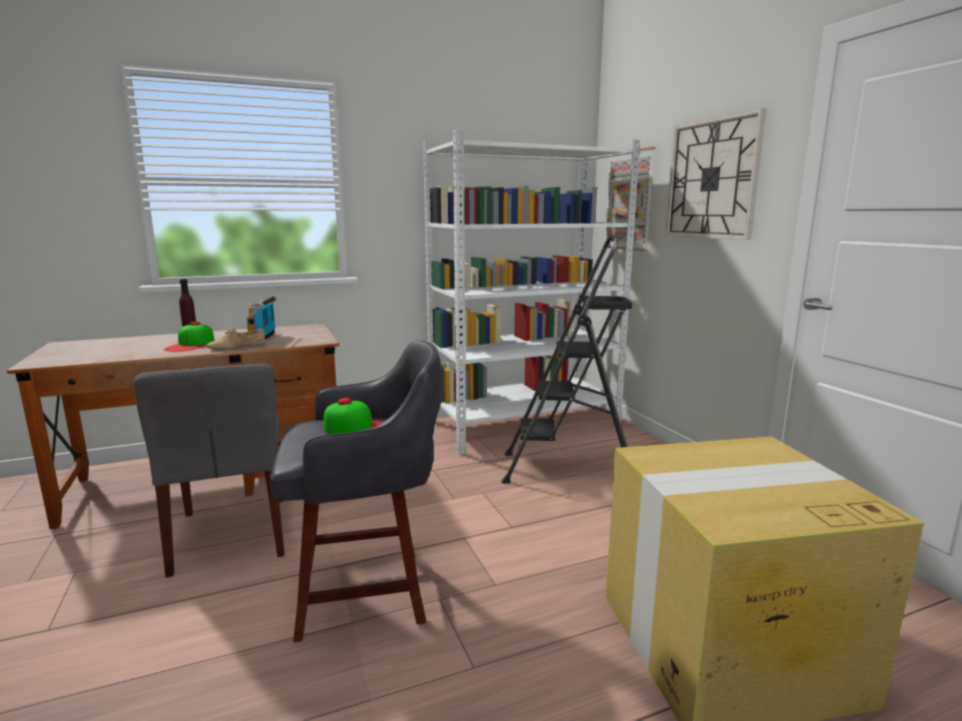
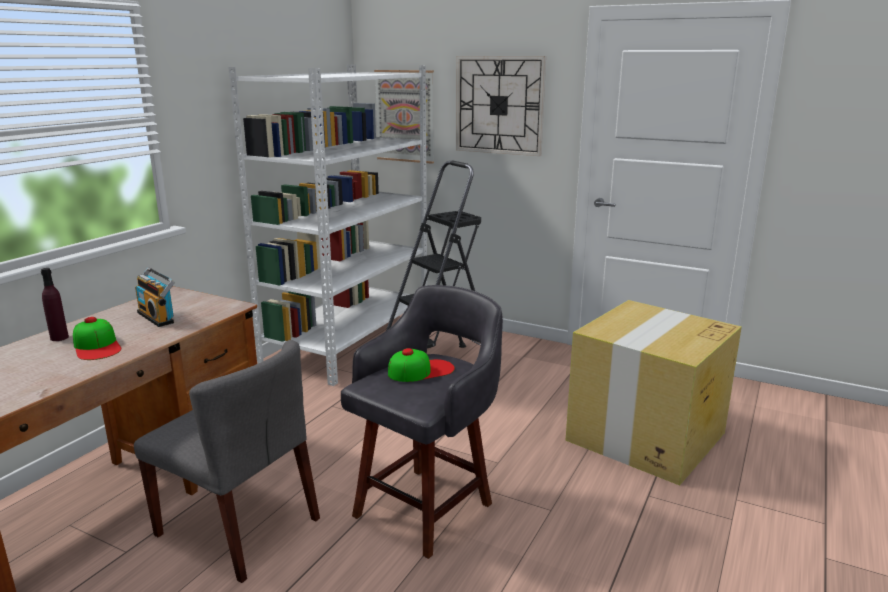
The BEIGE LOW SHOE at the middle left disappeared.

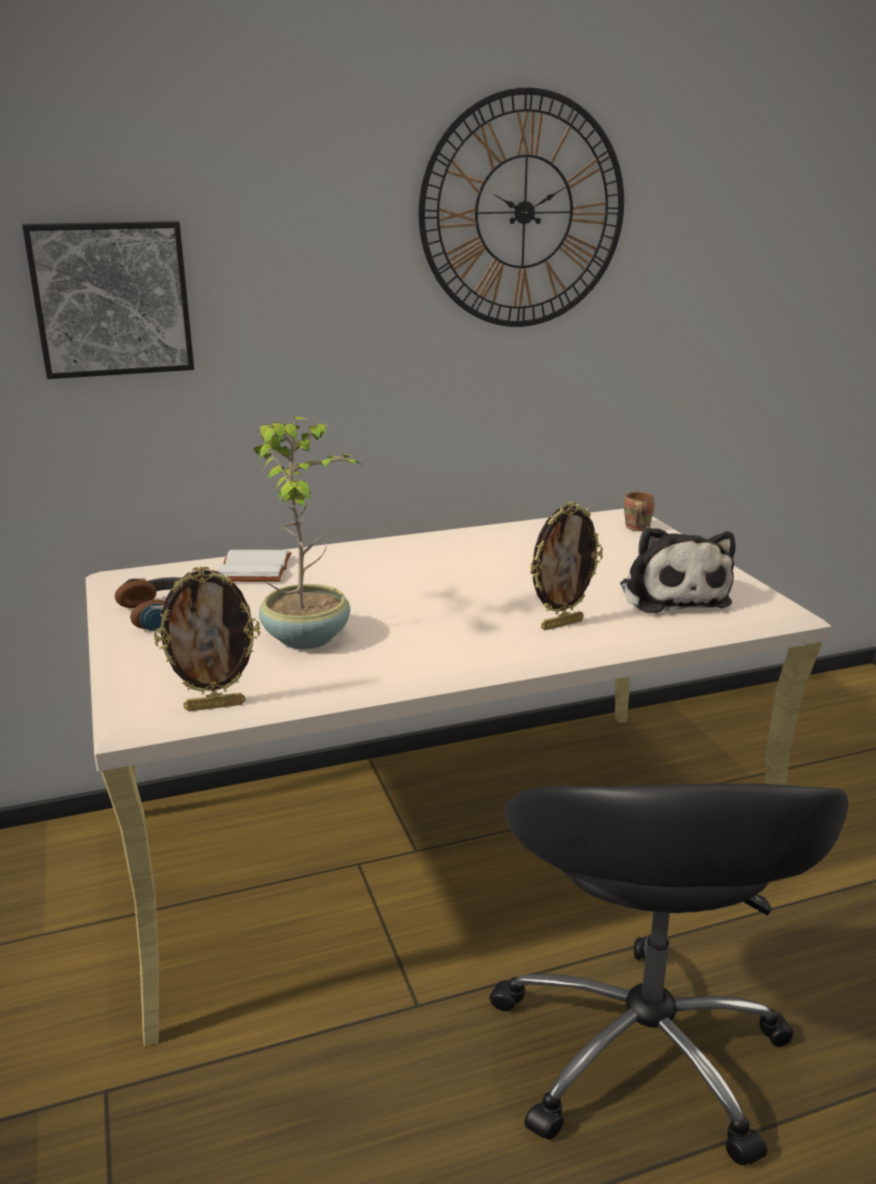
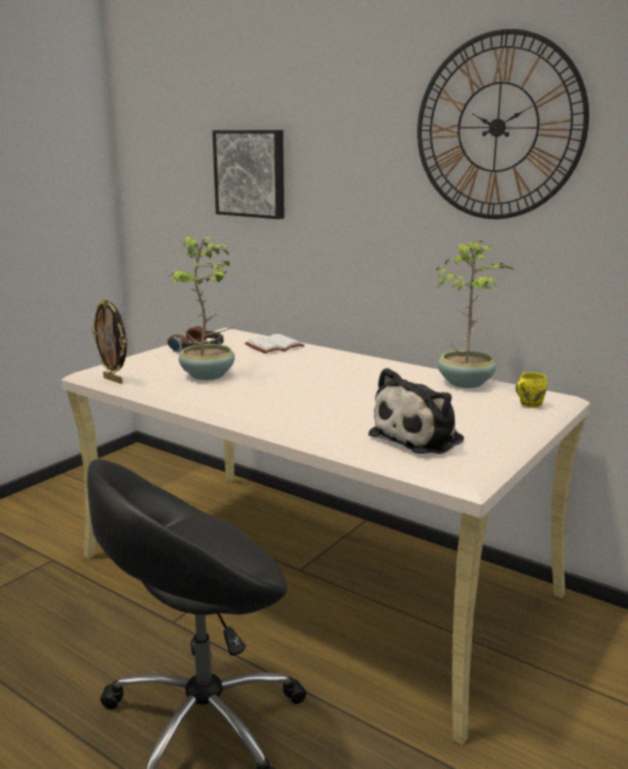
The PICTURE FRAME (2nd from left) at the centre disappeared.
The BROWN-COLOURED TEA MUG at the middle right became the YELLOW TEA MUG at the middle right.
The POTTED PLANT (2nd from left) at the middle right appeared.

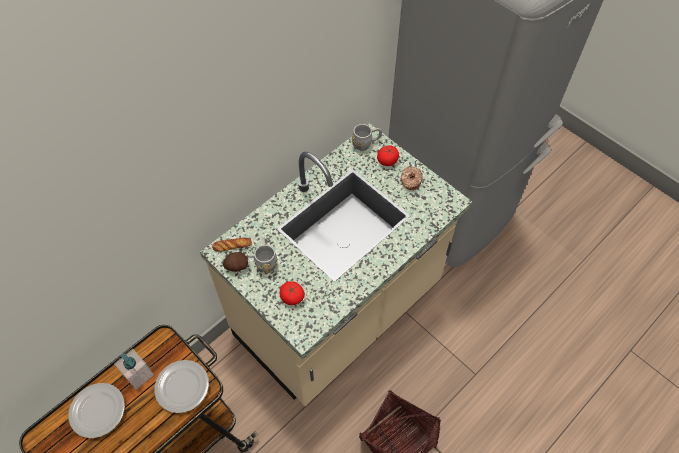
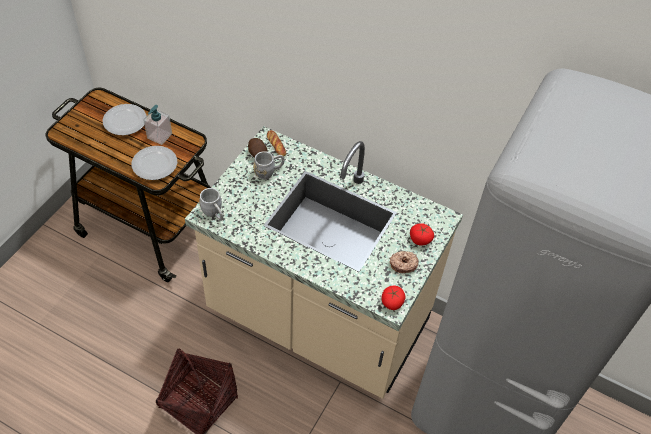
The WHOLE TOMATO (1st from left) moved from the centre to the bottom centre.
The GREYISH TEA MUG (2nd from left in the first image) moved from the top centre to the middle left.

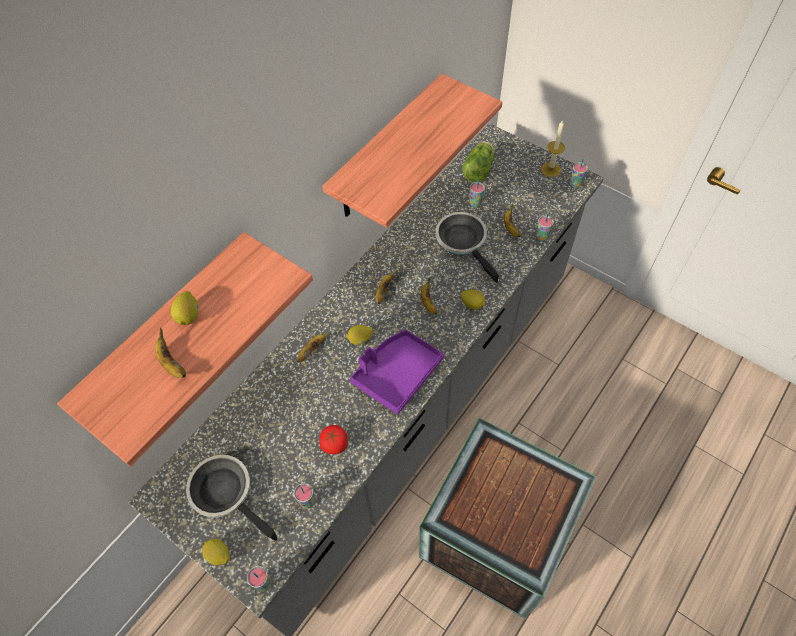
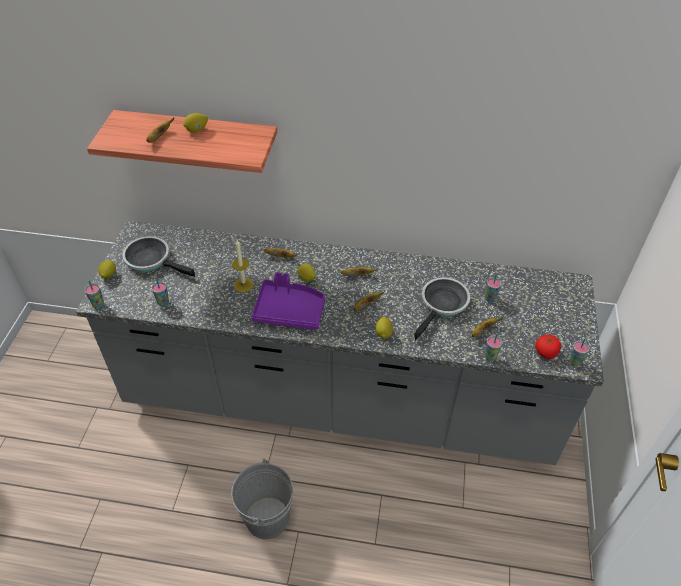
The FRYING PAN (1st from left) at the bottom left turned 75 degrees counterclockwise.
The WHOLE TOMATO moved from the bottom centre to the middle right.
The WALL SHELF (2nd from left) at the top centre disappeared.
The CRATE at the bottom centre was replaced by the GREYISH PAIL at the bottom centre.
The LETTUCE HEAD at the top centre disappeared.
The WAX CANDLE moved from the top right to the centre.

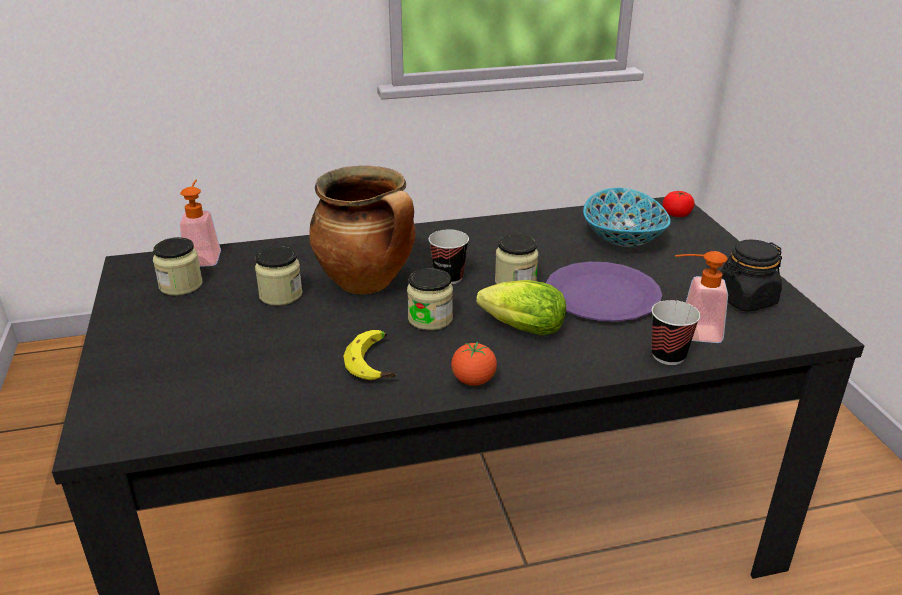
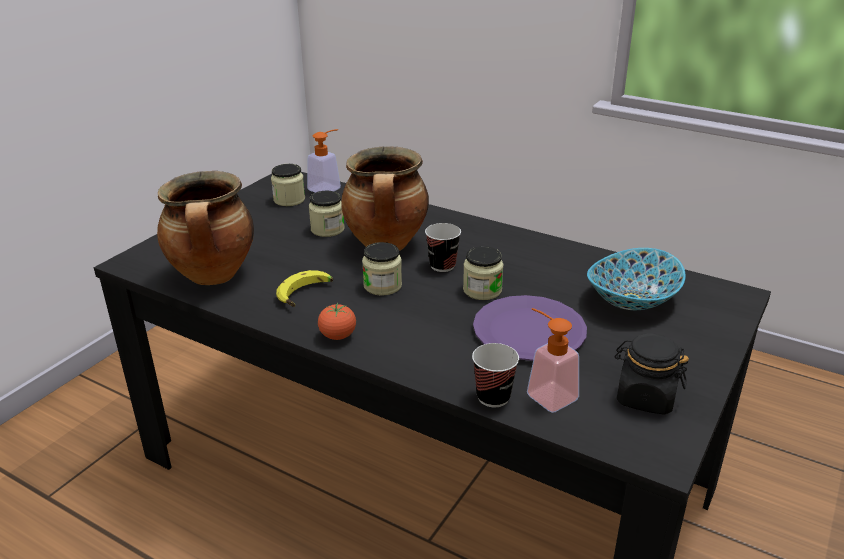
The LETTUCE HEAD at the centre disappeared.
The WHOLE TOMATO (2nd from left) at the middle right disappeared.
The STOCKPOT (1st from left) at the middle left appeared.

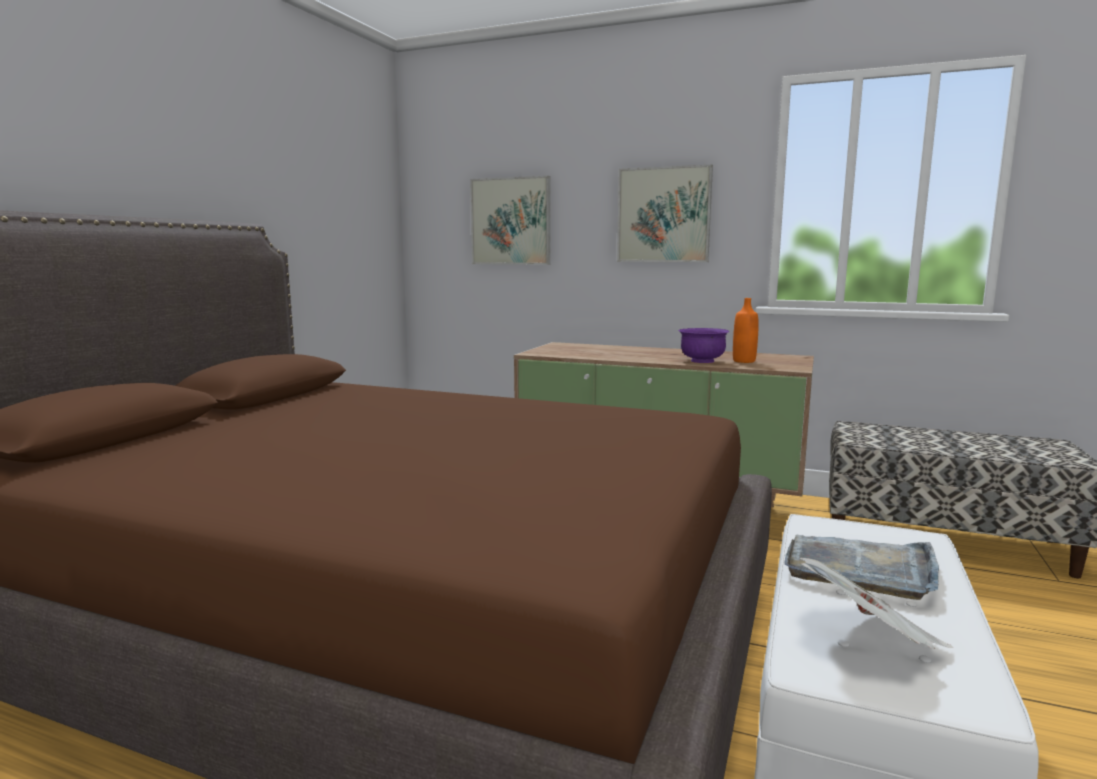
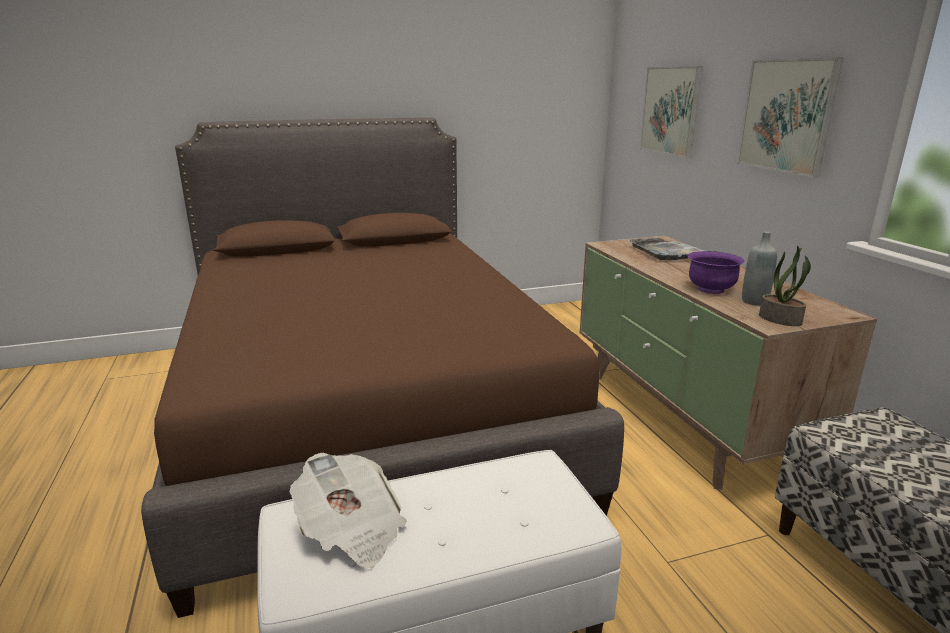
The ORANGE DRINK BOTTLE at the middle right became the GREYISH DRINK BOTTLE at the middle right.
The GREYISH TRAY moved from the bottom right to the middle right.
The POTTED PLANT at the middle right appeared.

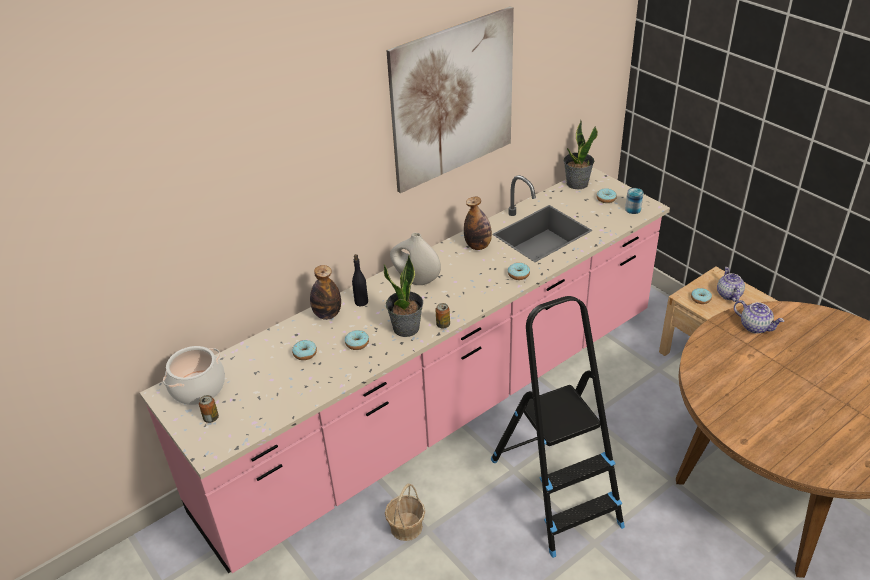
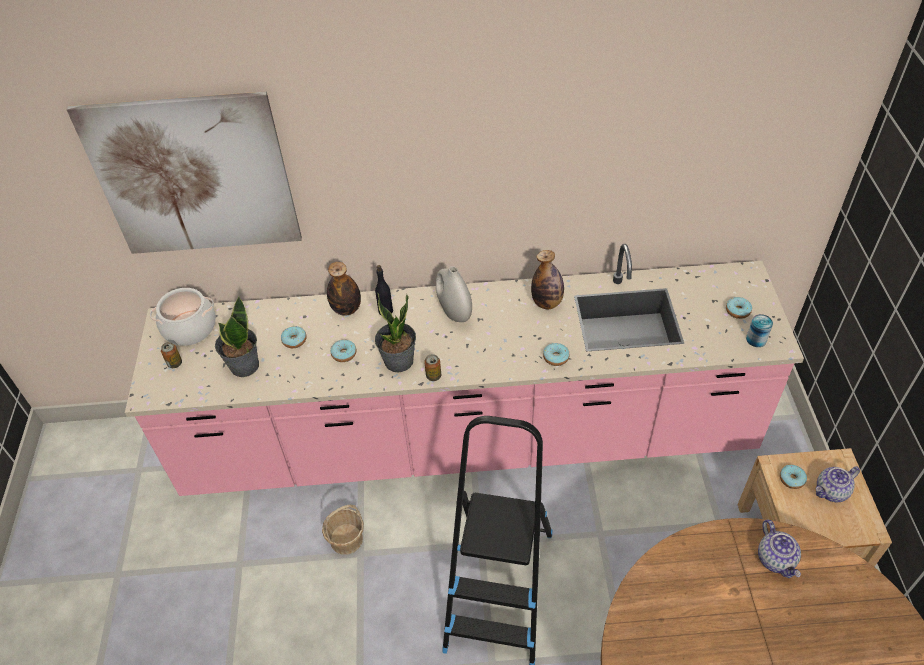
The WALL ART moved from the top centre to the top left.
The POTTED PLANT (2nd from left in the first image) moved from the top right to the middle left.
The POT FOR TEA (1st from left in the first image) at the middle right turned 150 degrees counterclockwise.

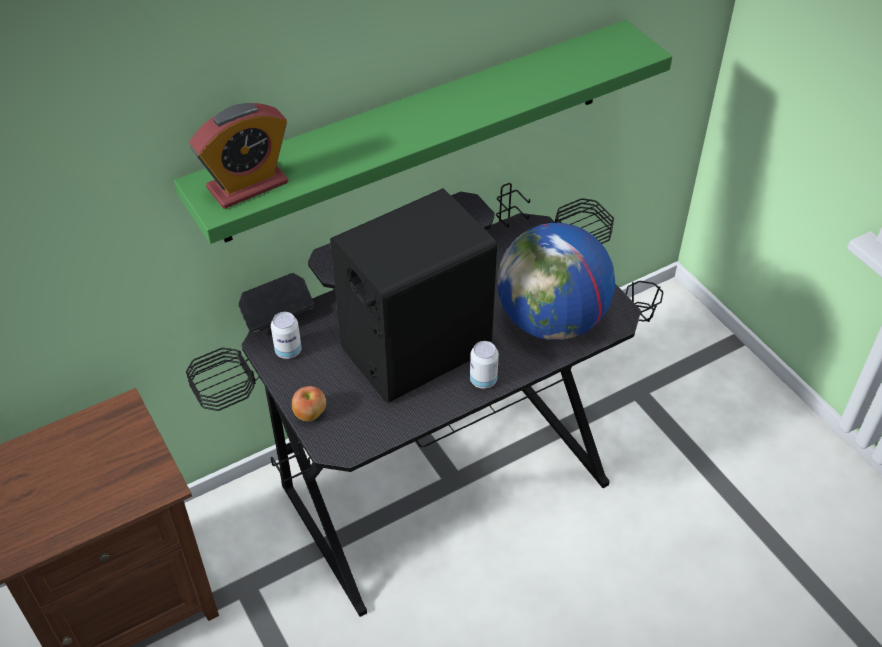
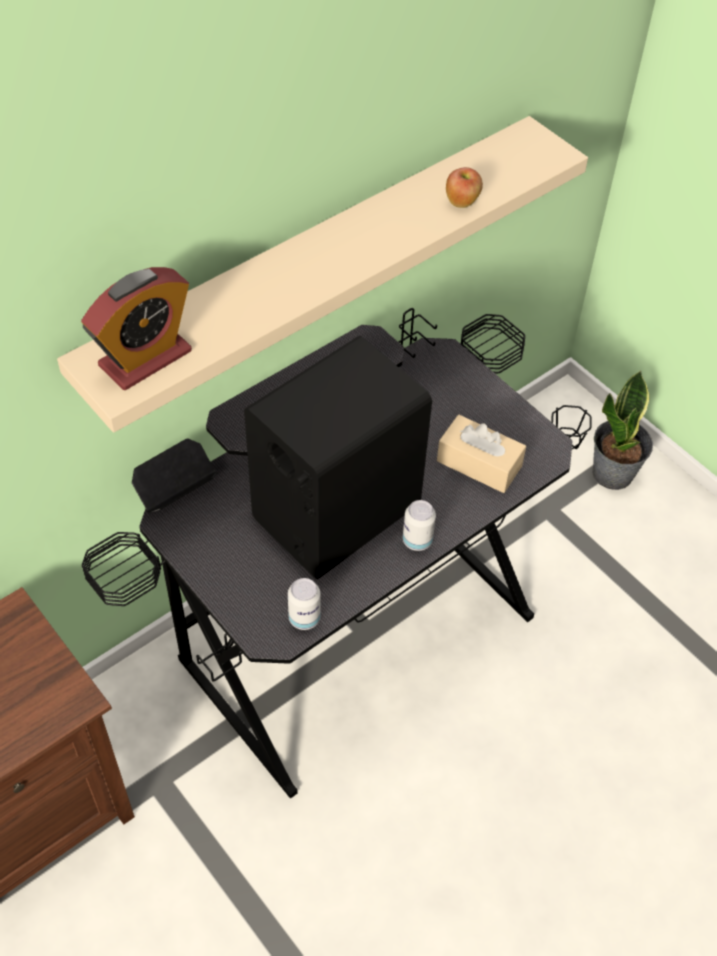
The GREENISH WALL SHELF at the top centre became the BEIGE WALL SHELF at the top centre.
The SEALED CAN (1st from left) moved from the middle left to the centre.
The APPLE moved from the centre to the top centre.
The WORLD GLOBE at the centre was replaced by the BEIGE TISSUE BOX at the middle right.
The POTTED PLANT at the middle right appeared.

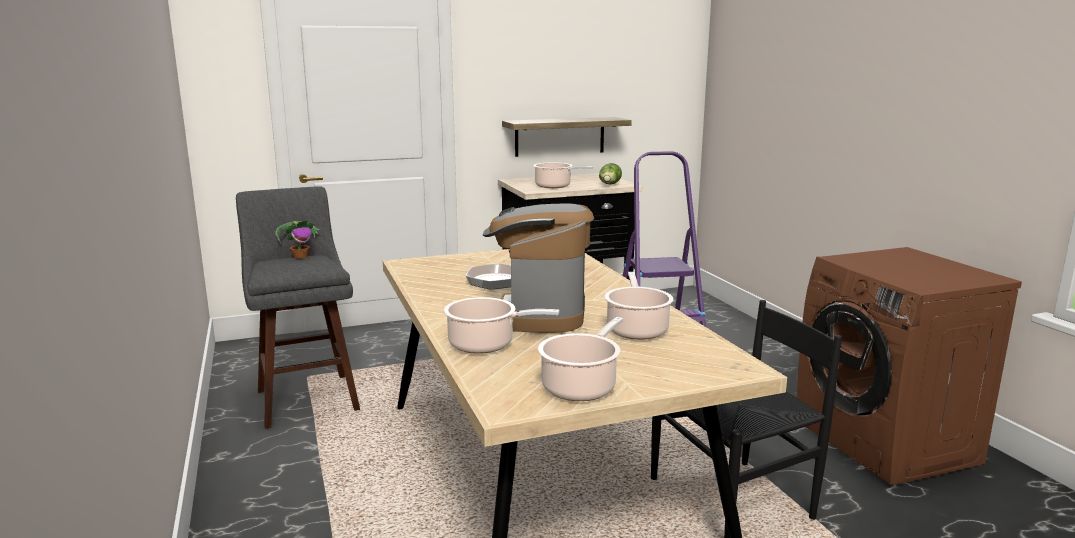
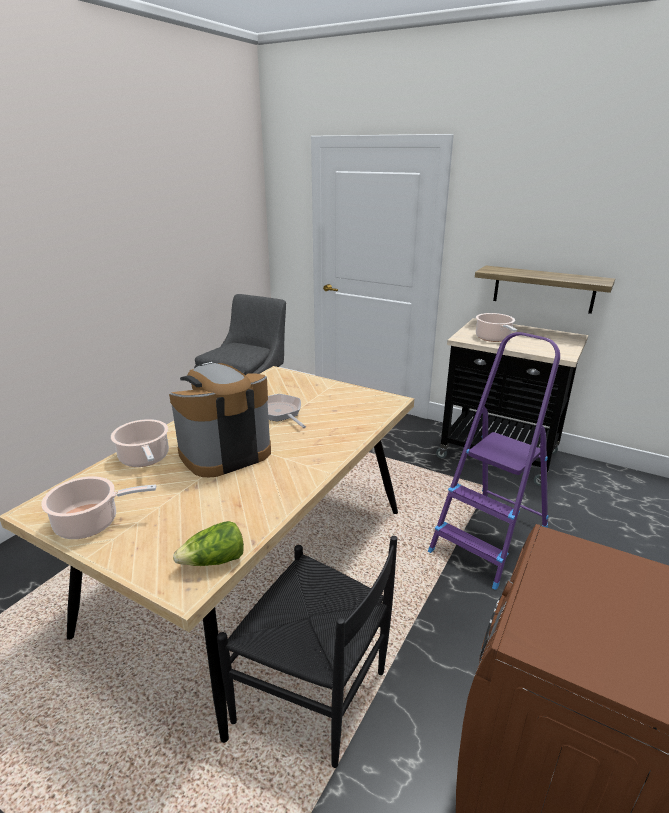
The POTTED PLANT at the middle left disappeared.
The LETTUCE HEAD moved from the top centre to the bottom left.
The STOCKPOT (4th from left) at the centre disappeared.

